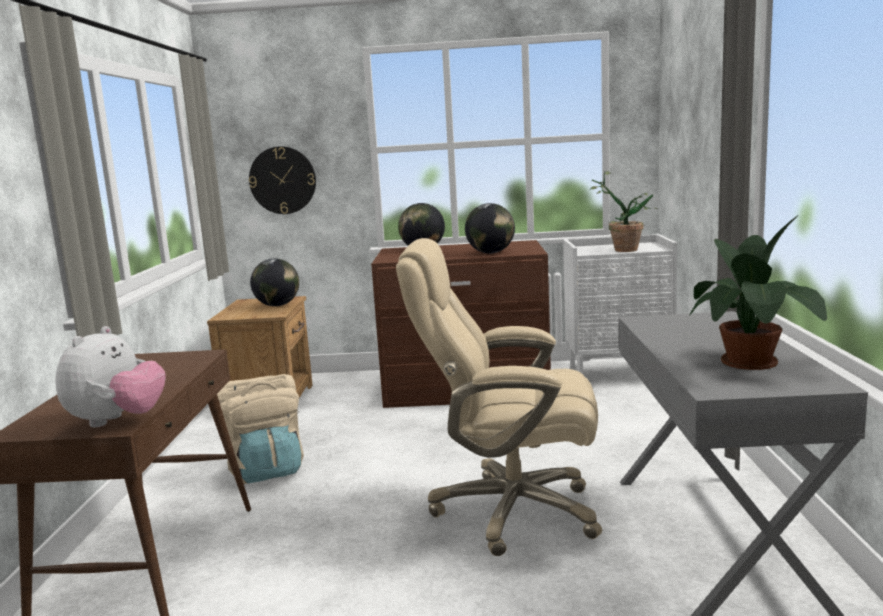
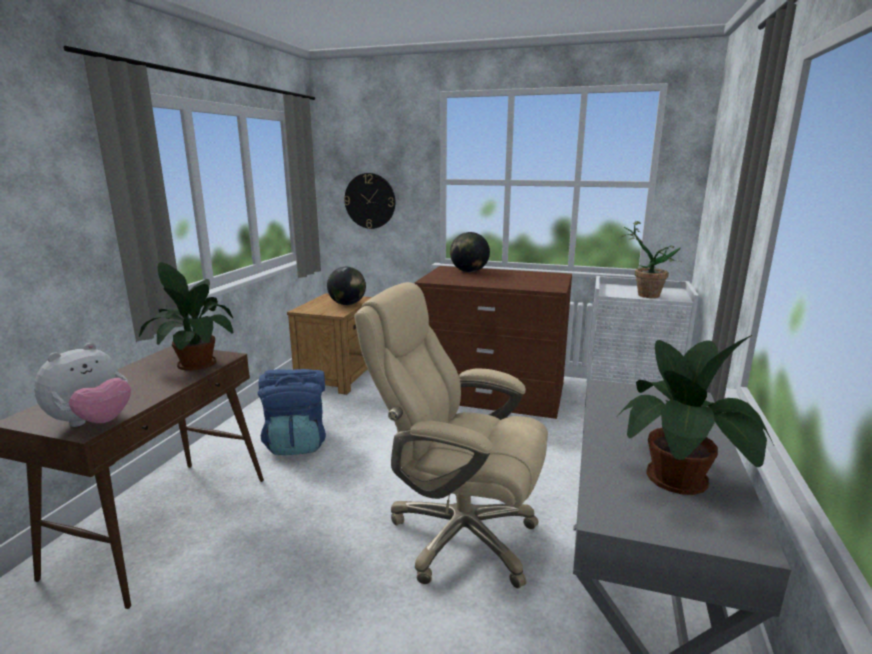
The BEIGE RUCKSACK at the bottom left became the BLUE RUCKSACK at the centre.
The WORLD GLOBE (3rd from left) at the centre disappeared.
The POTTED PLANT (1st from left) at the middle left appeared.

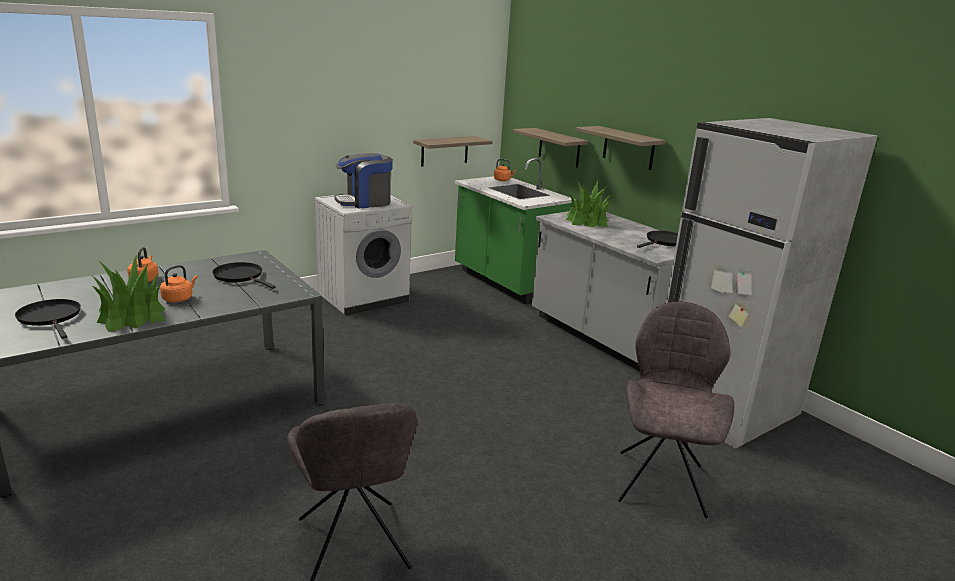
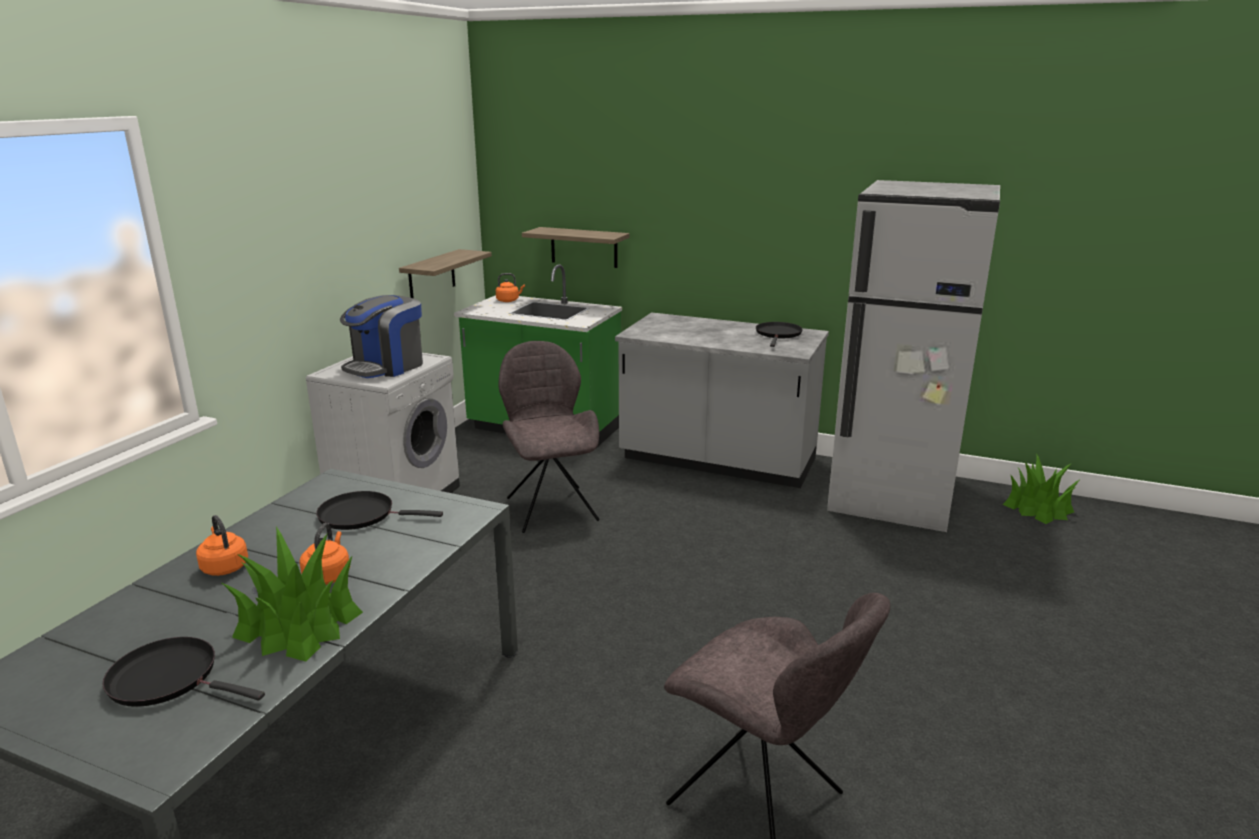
The POTTED PLANT (2nd from left) moved from the centre to the middle right.
The WALL SHELF (3rd from left) at the top centre disappeared.
The GREYISH UPRIGHT CHAIR (2nd from left in the first image) moved from the bottom right to the centre.

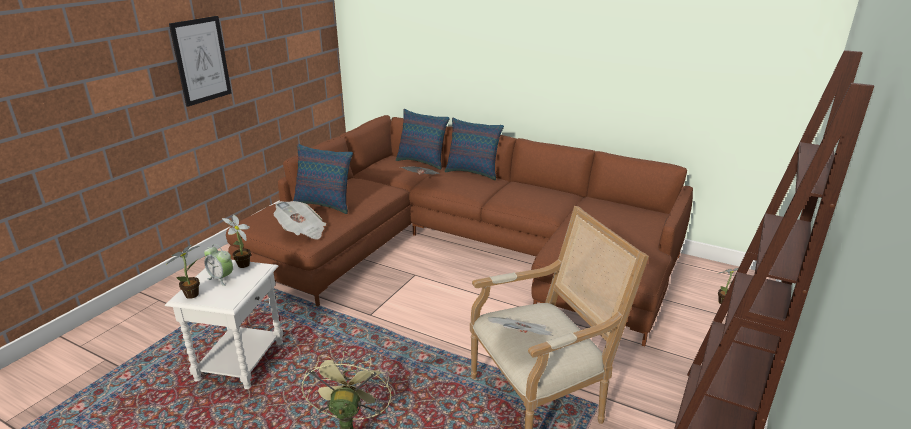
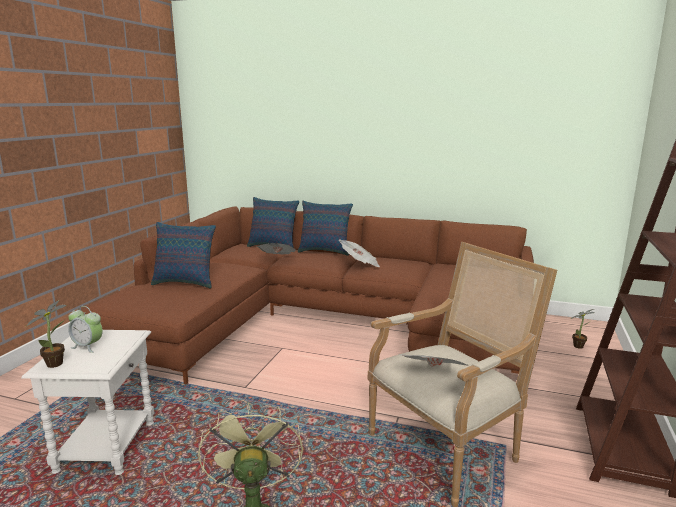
The WALL ART at the top left disappeared.
The POTTED PLANT (2nd from left) at the middle left disappeared.
The NEWSPAPER (1st from left in the first image) moved from the middle left to the centre.

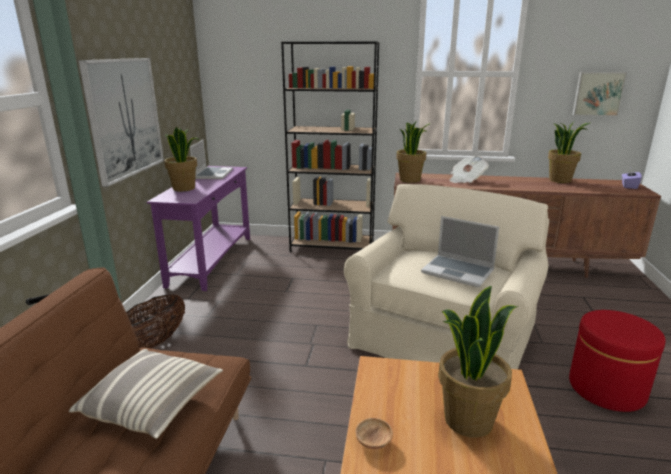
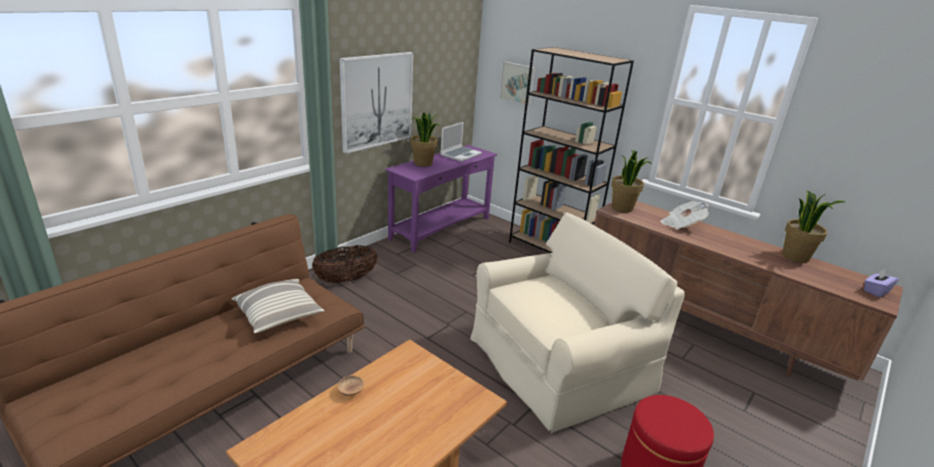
The PORTABLE COMPUTER (2nd from left) at the middle right disappeared.
The POTTED PLANT (3rd from left) at the bottom right disappeared.
The WALL ART (2nd from left) moved from the top right to the top centre.

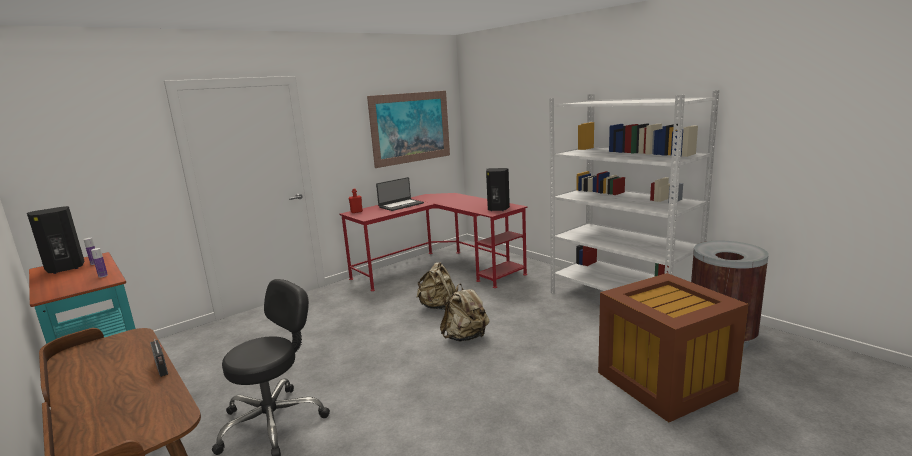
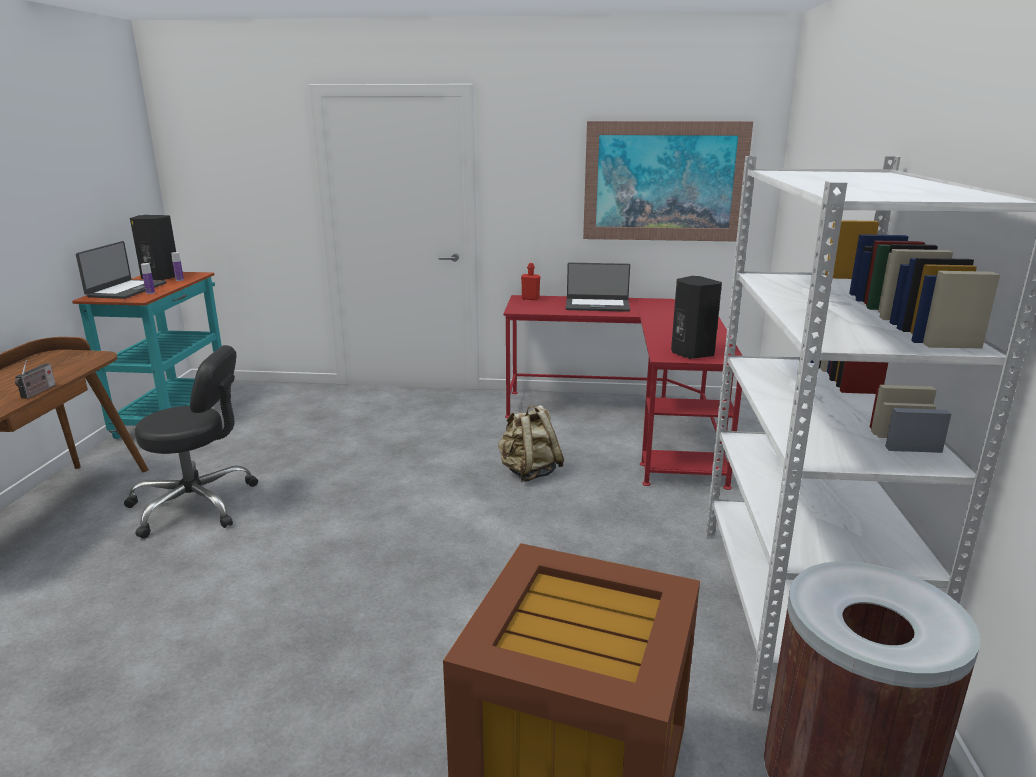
The BEIGE RUCKSACK (2nd from left) at the bottom centre disappeared.
The PORTABLE COMPUTER (1st from left) at the middle left appeared.

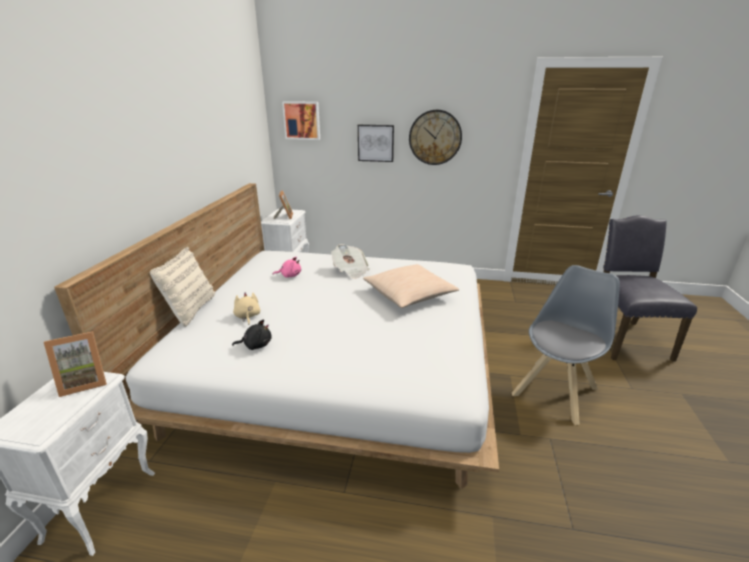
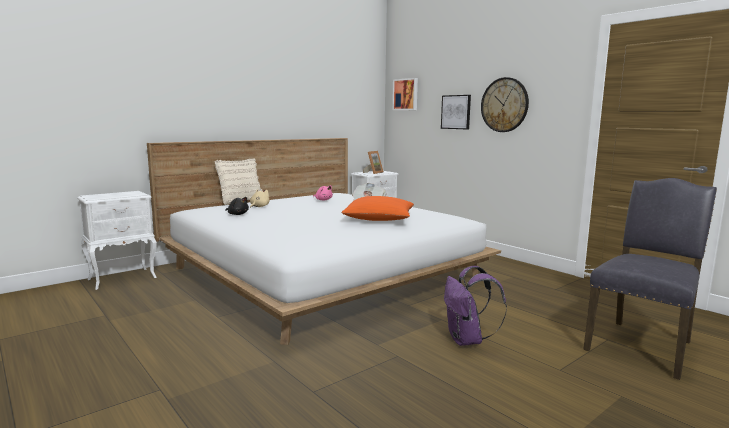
The PICTURE FRAME (1st from left) at the middle left disappeared.
The BEIGE THROW PILLOW (2nd from left) at the centre became the ORANGE THROW PILLOW at the centre.
The GREYISH UPRIGHT CHAIR (1st from left) at the middle right was replaced by the PURPLE-COLOURED RUCKSACK at the bottom centre.

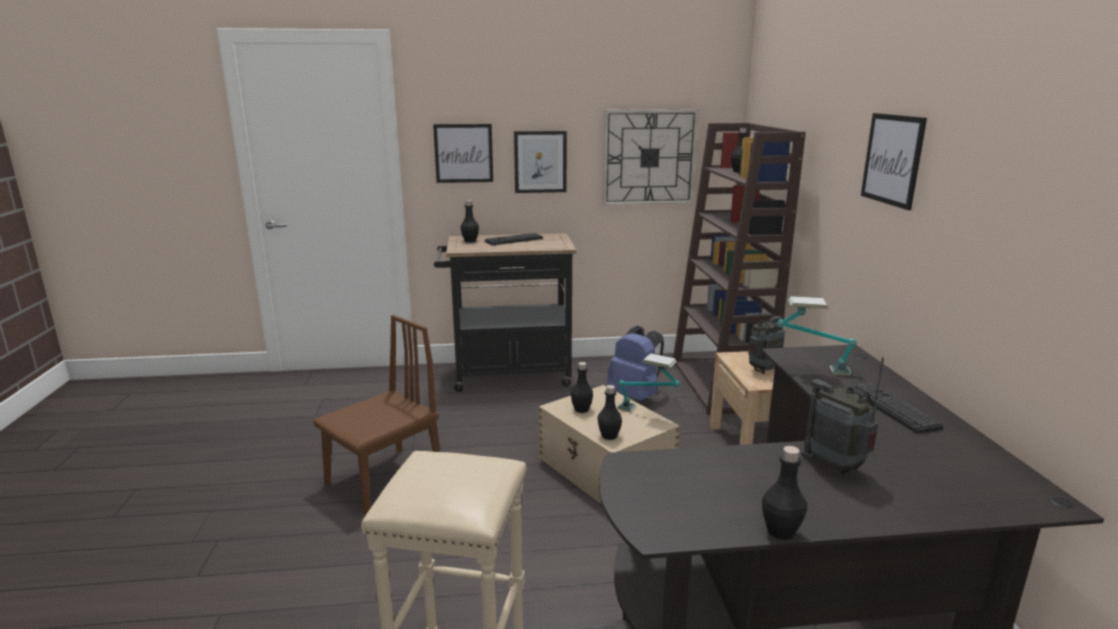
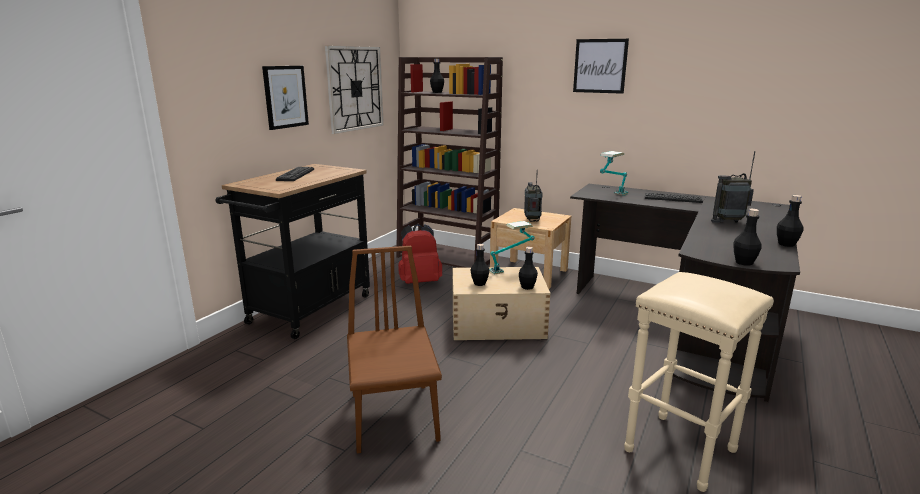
The WALL ART (1st from left) at the top centre disappeared.
The BLACKISH DRINK BOTTLE (1st from left in the first image) moved from the centre to the middle right.
The BLUE RUCKSACK at the centre became the REDDISH RUCKSACK at the centre.

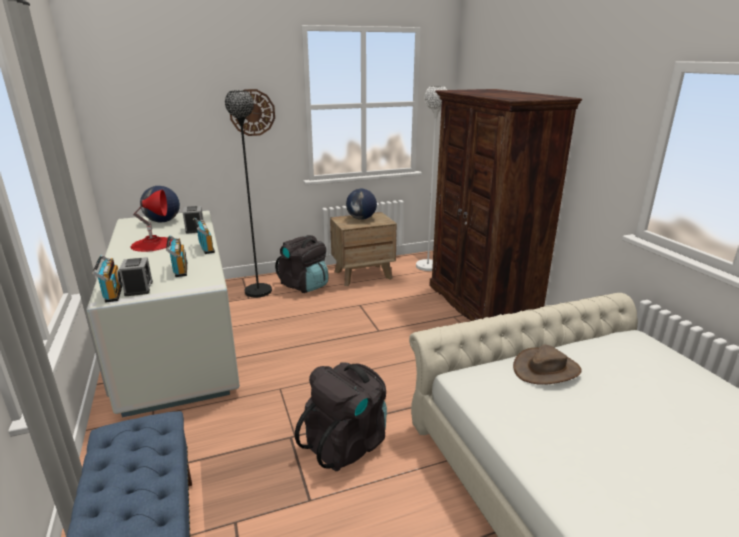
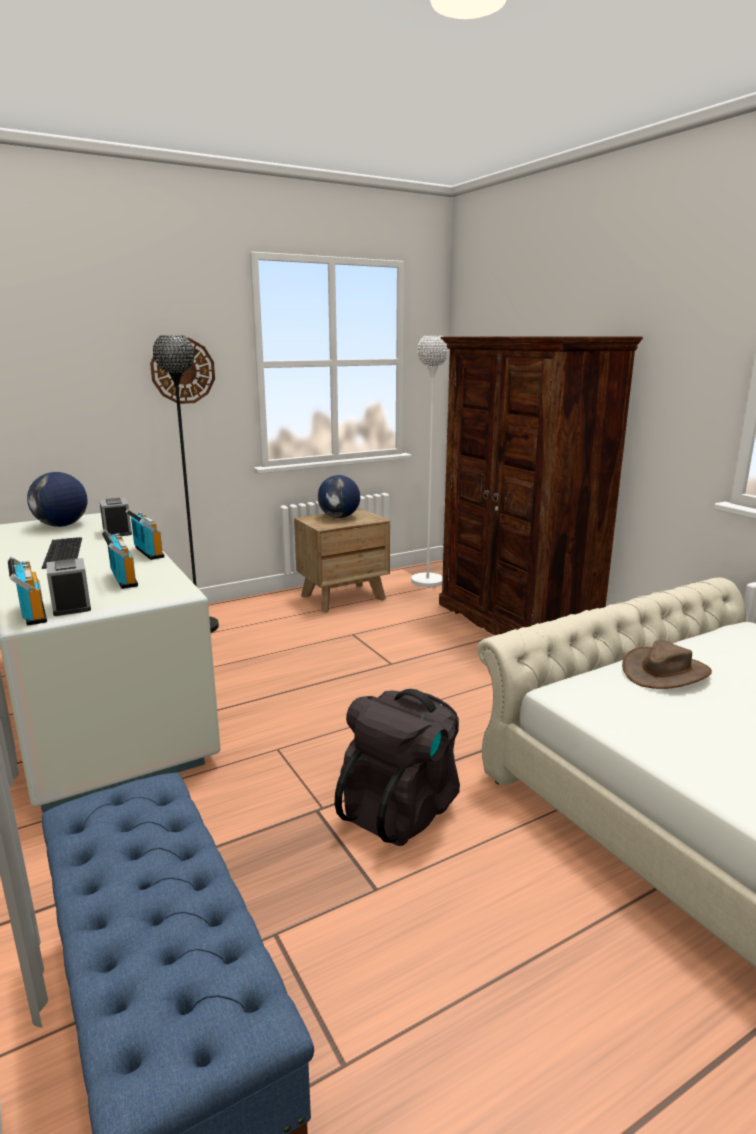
The REDDISH TABLE LAMP at the middle left was replaced by the KEYBOARD at the middle left.
The BLACKISH RUCKSACK (1st from left) at the centre disappeared.

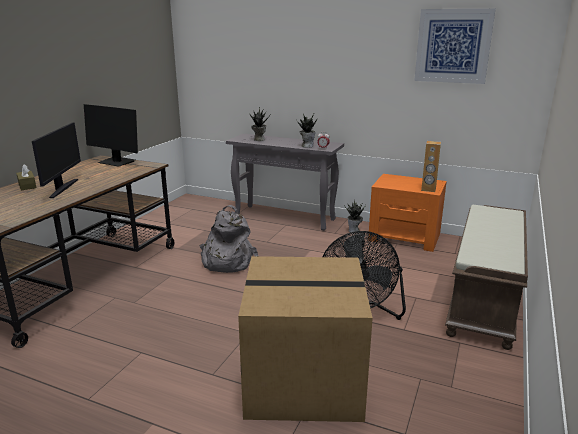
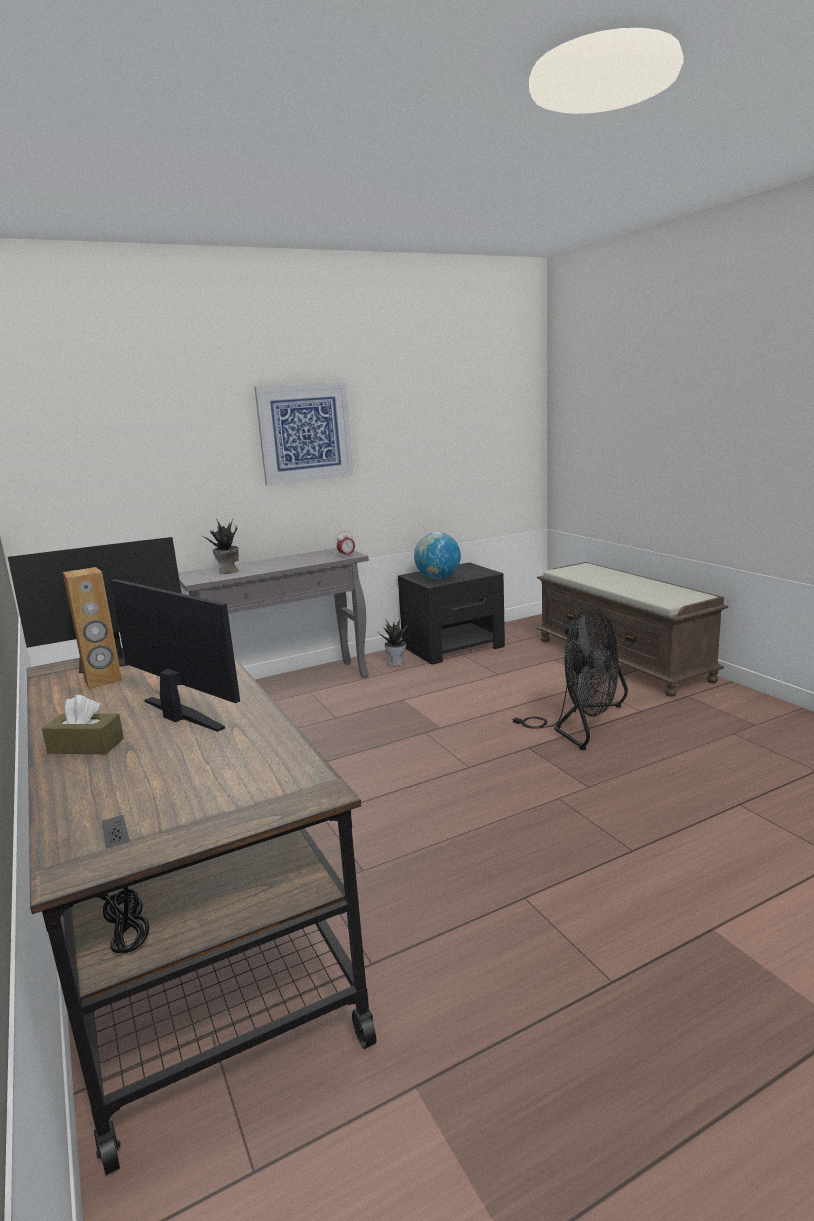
The GREYISH RUCKSACK at the centre disappeared.
The CARTON at the bottom centre disappeared.
The POTTED PLANT (2nd from left) at the top centre disappeared.
The ORANGE BEDSIDE TABLE at the middle right became the BLACKISH BEDSIDE TABLE at the centre.
The WALL ART moved from the top right to the centre.
The BROWN-COLOURED AUDIO SPEAKER moved from the middle right to the middle left.
The WORLD GLOBE at the centre appeared.

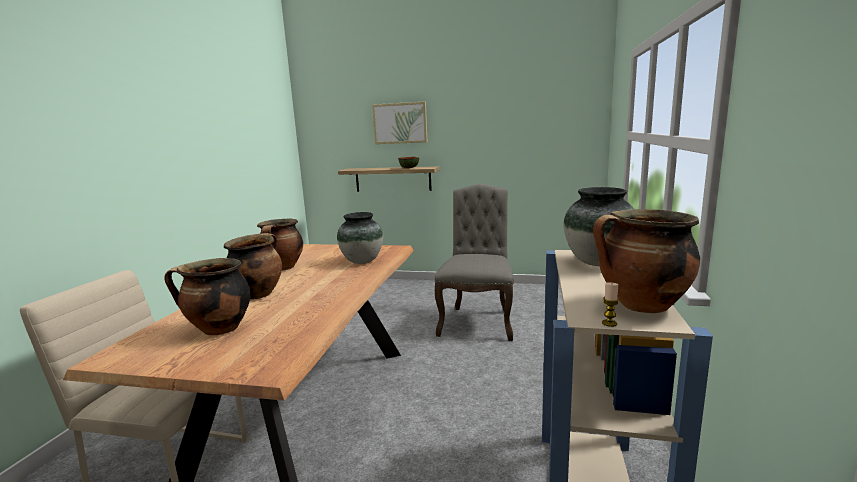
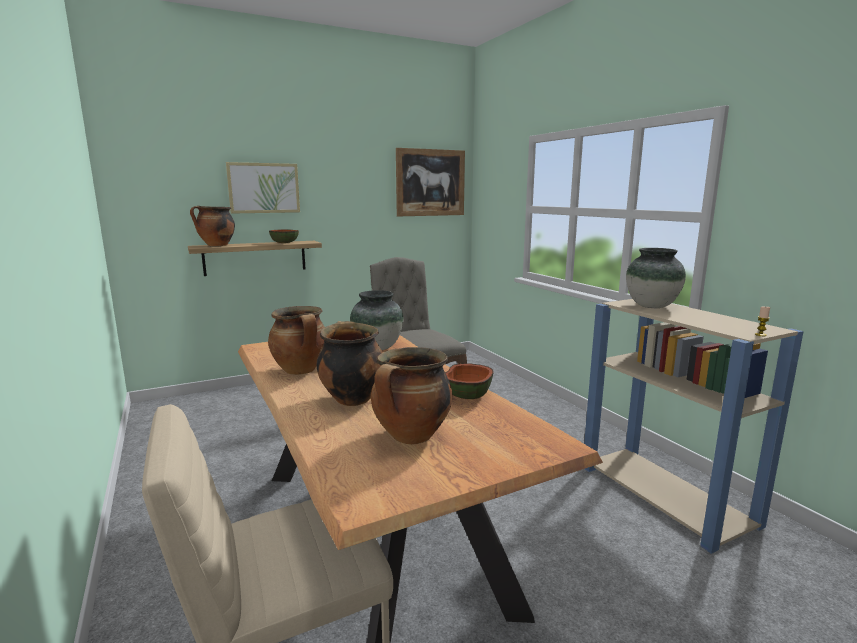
The STOCKPOT (4th from left in the first image) moved from the middle right to the middle left.
The WALL ART (2nd from left) at the top centre appeared.
The BOWL (2nd from left) at the centre appeared.

